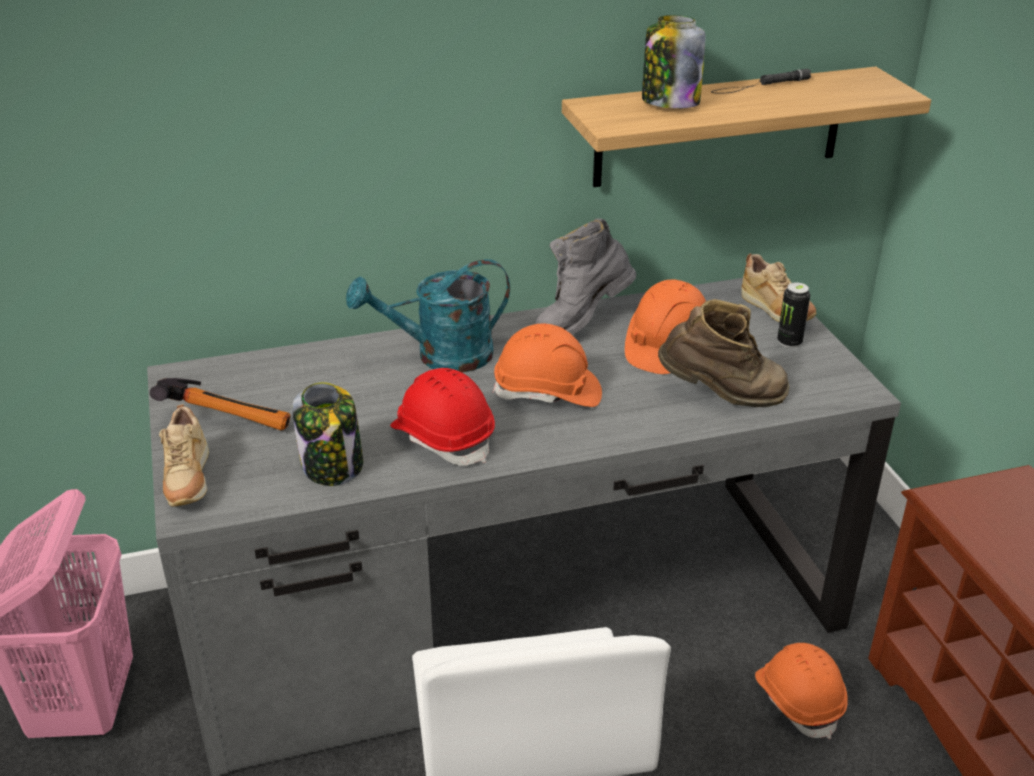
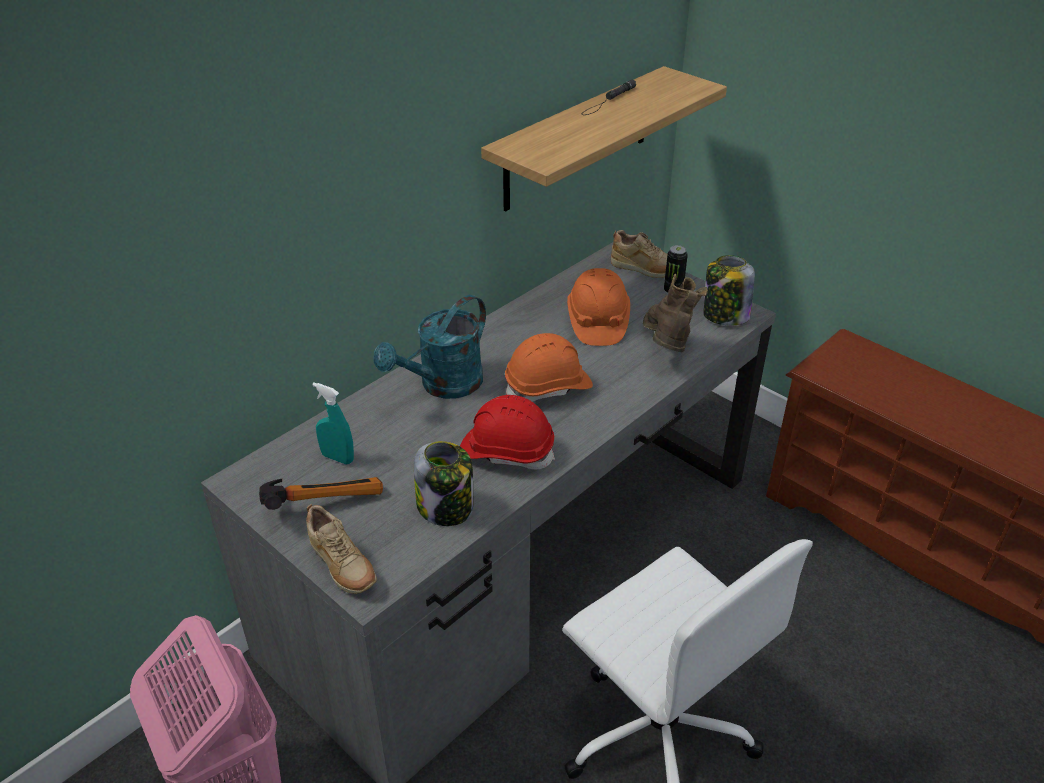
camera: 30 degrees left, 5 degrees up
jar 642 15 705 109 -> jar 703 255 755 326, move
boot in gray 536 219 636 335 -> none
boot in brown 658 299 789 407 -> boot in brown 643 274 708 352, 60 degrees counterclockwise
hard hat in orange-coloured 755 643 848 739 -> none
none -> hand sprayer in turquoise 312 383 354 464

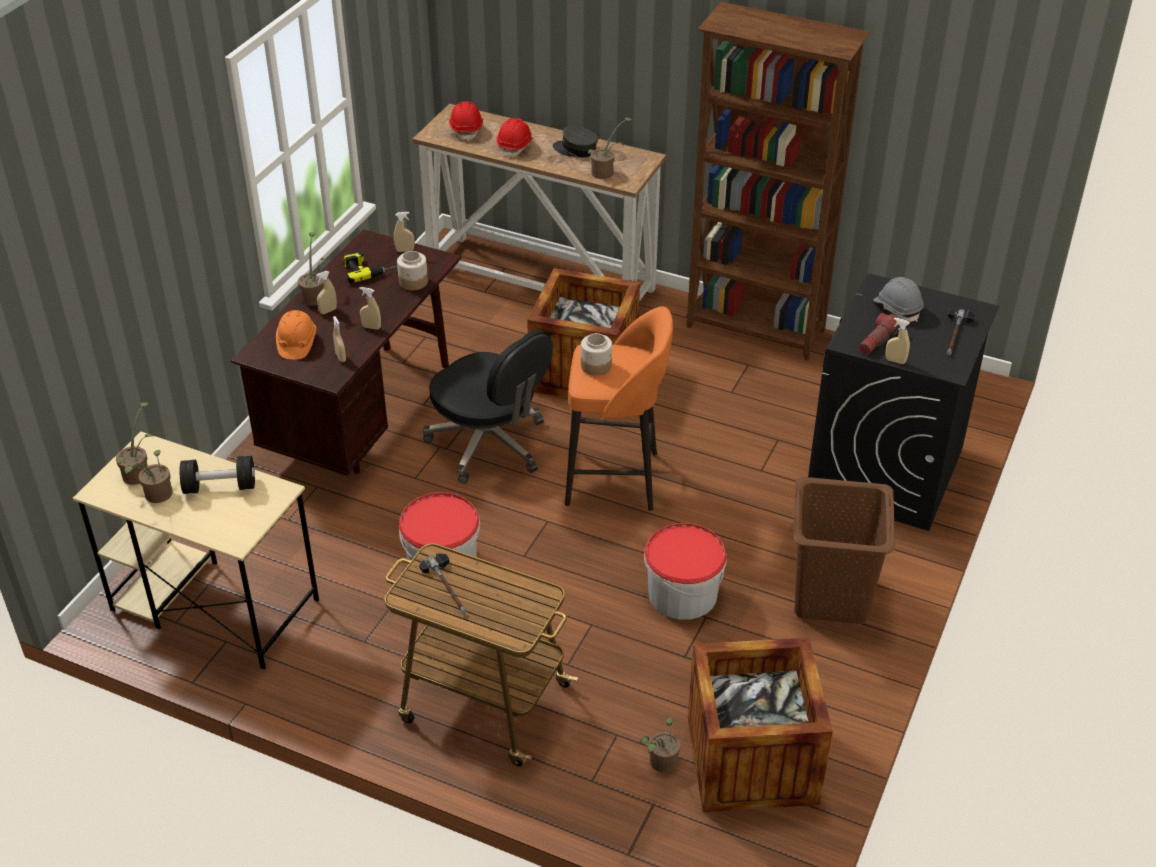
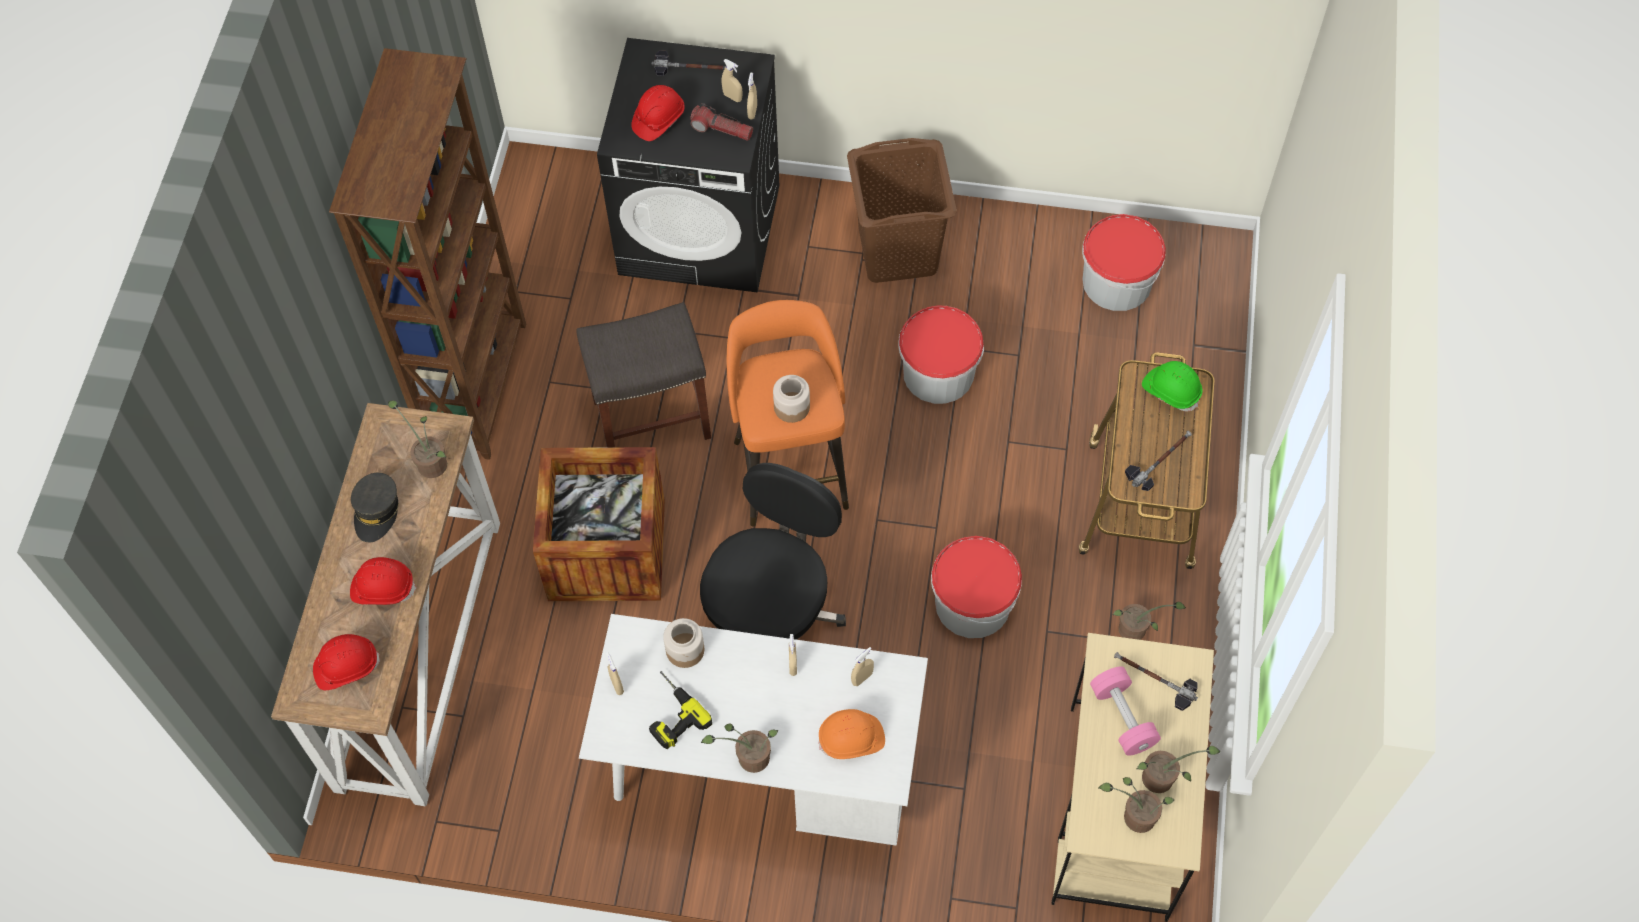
camera: 105 degrees left, 20 degrees up
desk table in brown 231 229 462 476 -> desk table in white-coloured 579 614 928 846
hand sprayer in beige-coloured 316 271 337 314 -> hand sprayer in beige-coloured 722 59 742 102, move
hard hat in gray 873 277 923 322 -> hard hat in red 631 85 685 141
hand weight in black 180 456 255 494 -> hand weight in pinkish 1090 666 1161 756
shipping crate 688 638 833 812 -> water bucket 1082 214 1166 311
plant in a pot 640 718 680 772 -> plant in a pot 1113 602 1186 640, move
none -> sitting stool in gray 576 302 711 447
none -> hard hat in green-coloured 1142 361 1202 411
none -> hammer 1114 652 1198 711

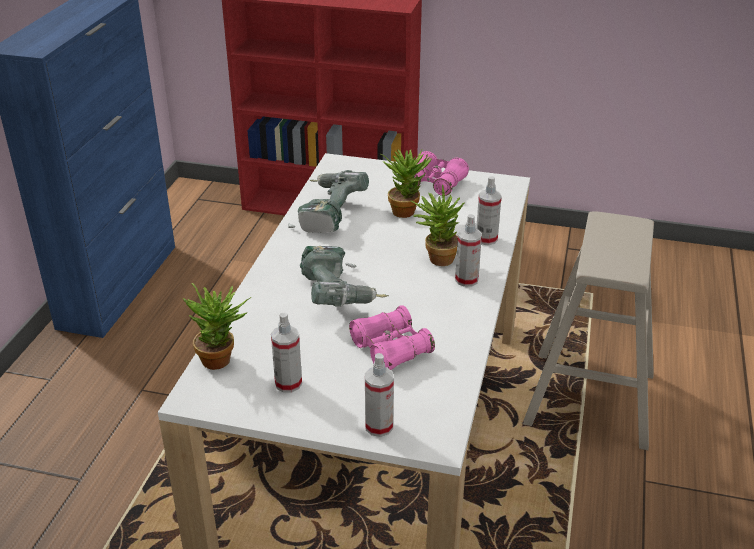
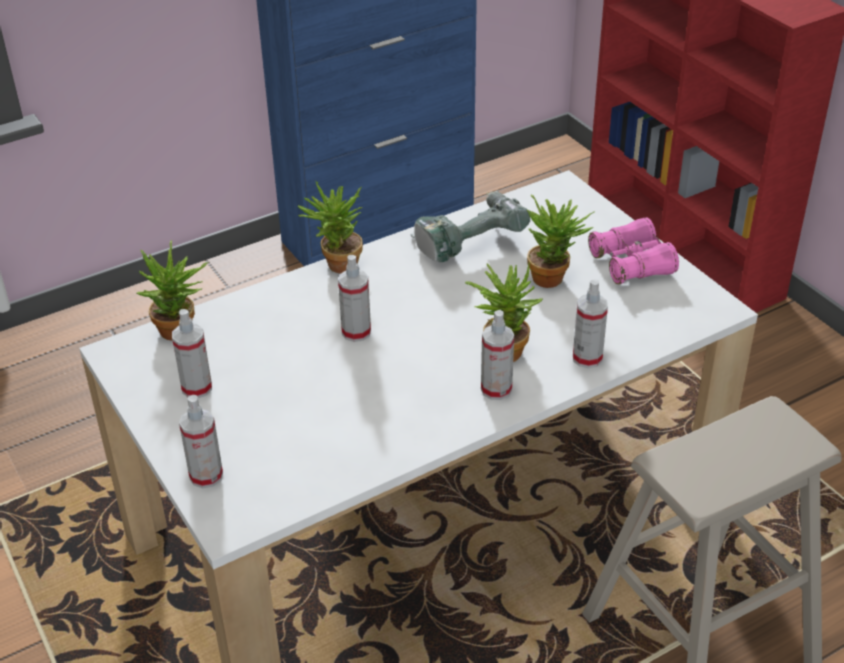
camera: 45 degrees right, 5 degrees up
electric drill 300 246 389 307 -> hand sprayer 338 255 371 342
binoculars in pinkish 349 305 435 370 -> none
none -> plant in a pot 297 181 363 273

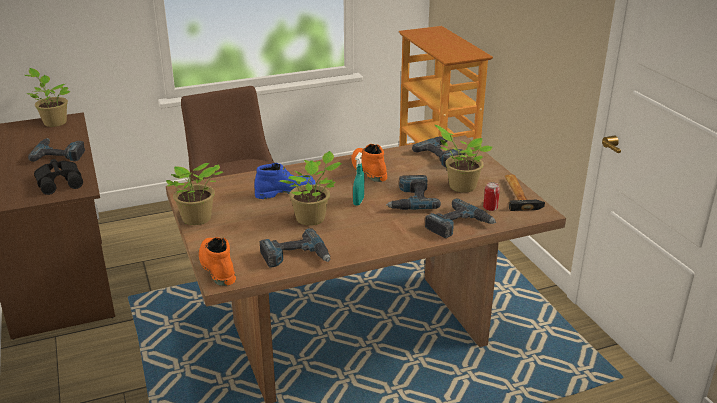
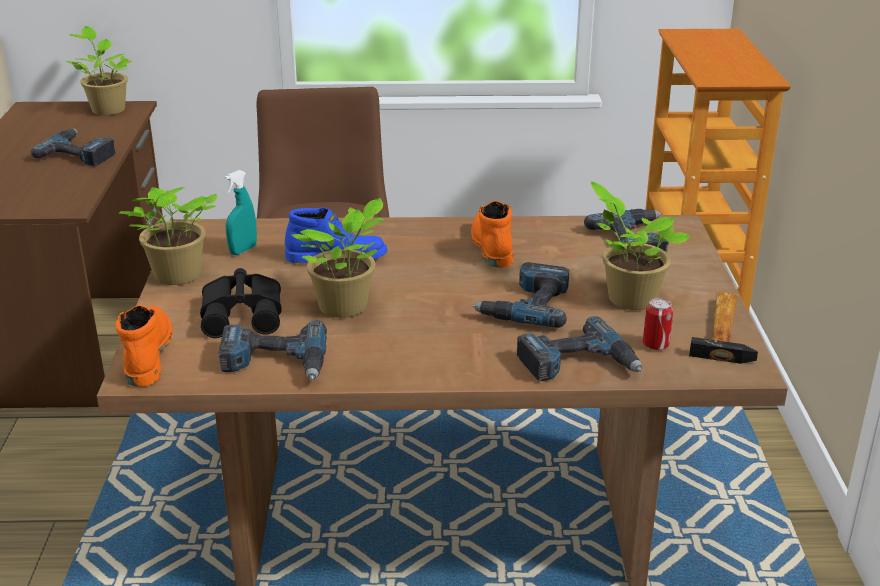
camera: 20 degrees right, 0 degrees up
hand sprayer in turquoise 353 152 364 206 -> hand sprayer in turquoise 224 170 257 255, move
binoculars in black 34 159 83 195 -> binoculars in black 200 268 281 338, move

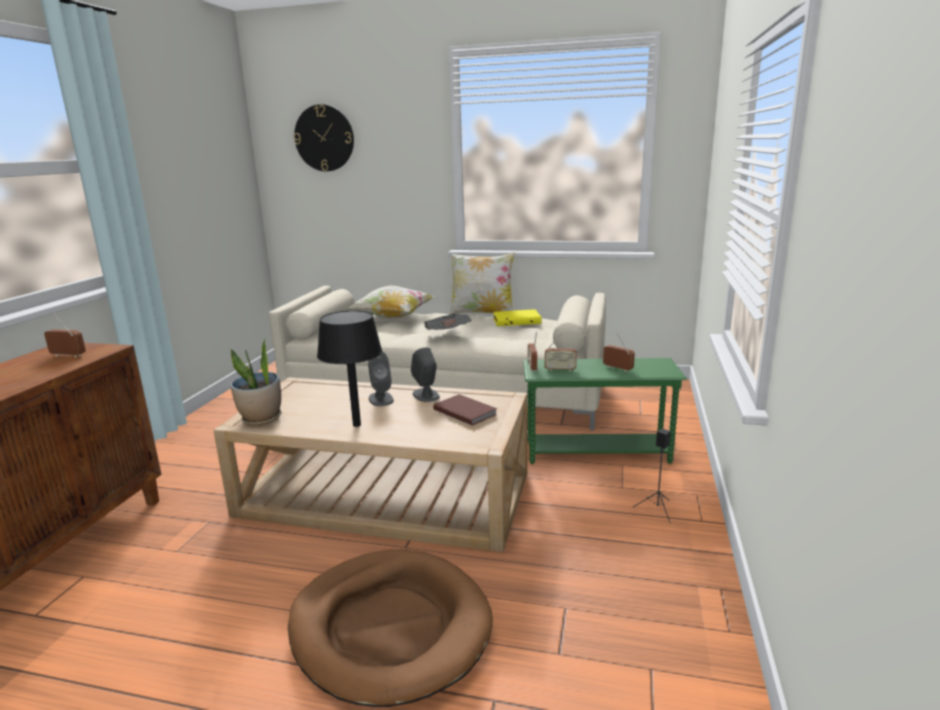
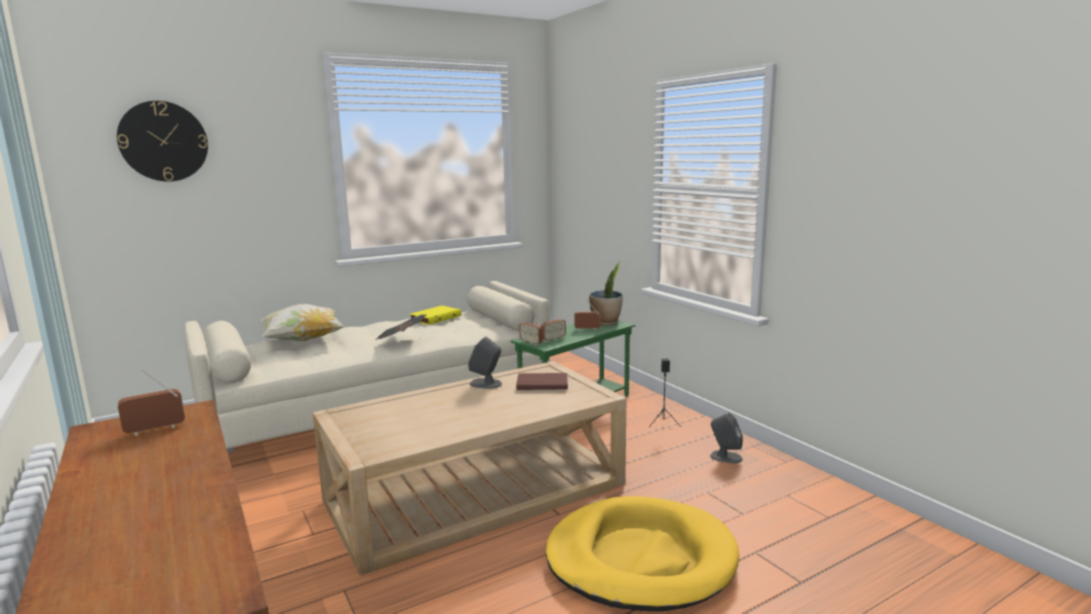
camera: 45 degrees left, 5 degrees down
throw pillow 449 252 515 315 -> none
tabletop lamp in black 317 310 382 427 -> none
plant in a pot 230 339 281 426 -> plant in a pot 589 262 623 326, move
loudspeaker in gray 368 351 394 406 -> loudspeaker in gray 710 413 743 463, move
dog cushion in brown 288 549 493 707 -> dog cushion in yellow 546 496 739 612

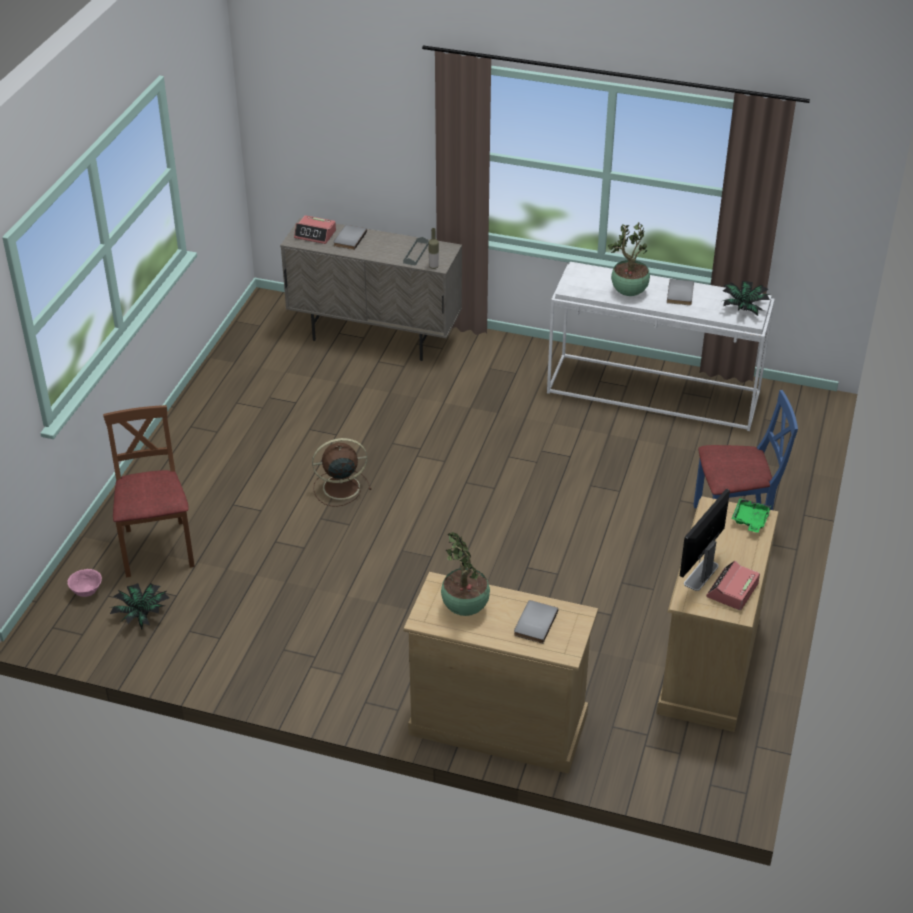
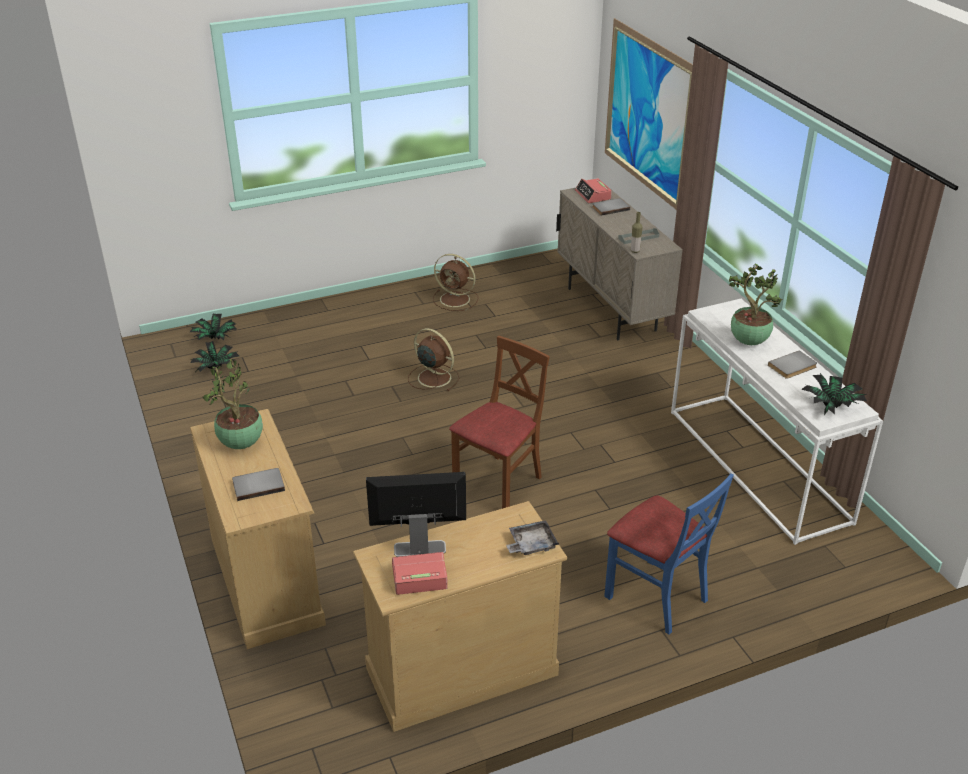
camera: 50 degrees right, 5 degrees down
upright chair in brown 103 405 195 577 -> upright chair in brown 449 336 550 509, move
tray in green-coloured 732 498 771 533 -> tray in gray 506 520 559 555
deep dish in pinkish 68 569 102 597 -> plant in a pot 190 314 237 340
none -> wall picture 605 18 693 210
none -> cooling fan in brown 433 254 478 311

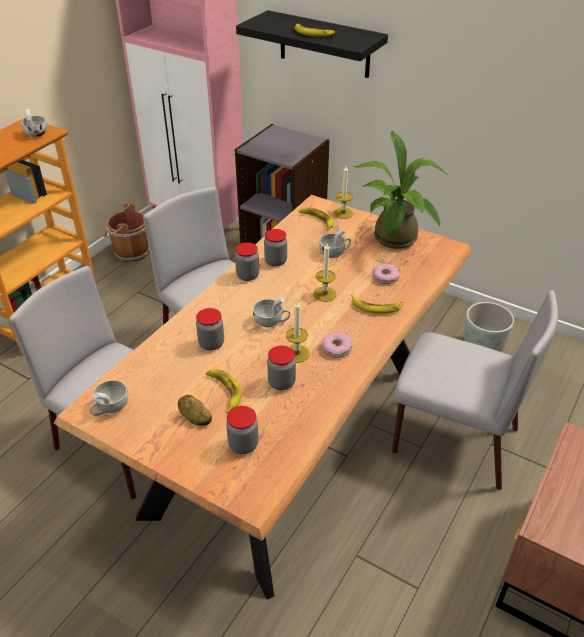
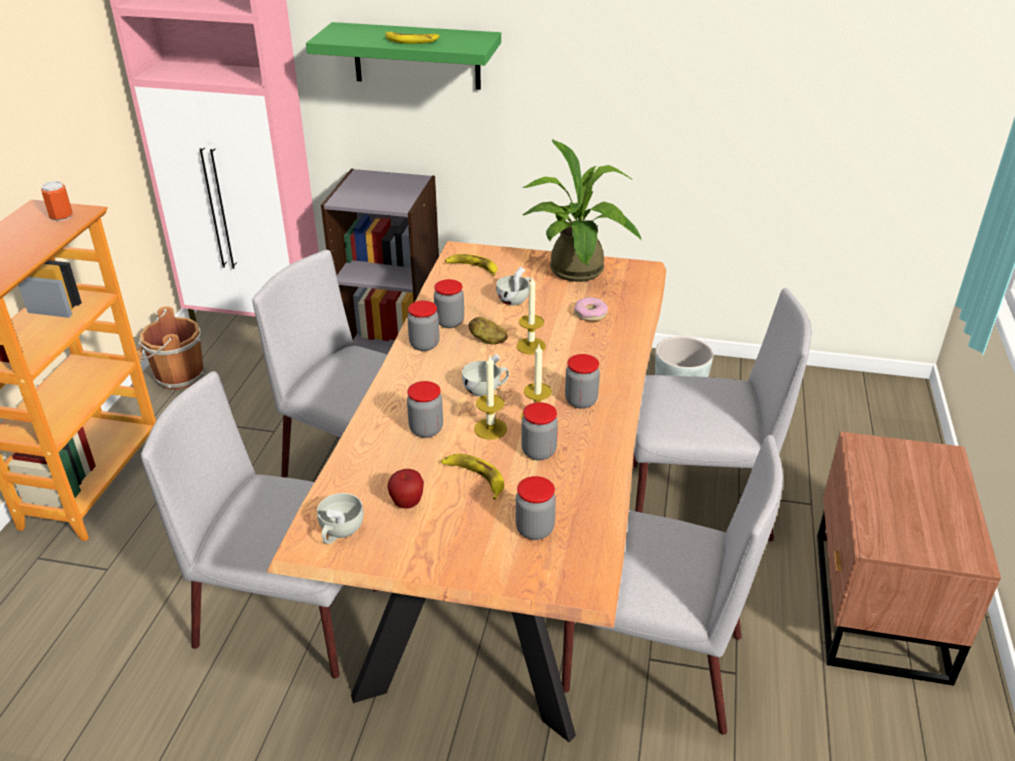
camera: 20 degrees left, 5 degrees down
shelf in black 236 10 388 78 -> shelf in green-coloured 306 22 501 90
small cup in white-coloured 21 108 47 137 -> metal can 41 181 72 221
candle 333 166 353 219 -> candle 474 356 507 440, move
banana 351 295 404 313 -> none
donut 322 332 352 358 -> jar 565 354 600 409
spud 178 395 212 426 -> spud 469 317 508 344, move
none -> upright chair in gray 562 435 783 735
none -> apple fruit 388 469 424 509

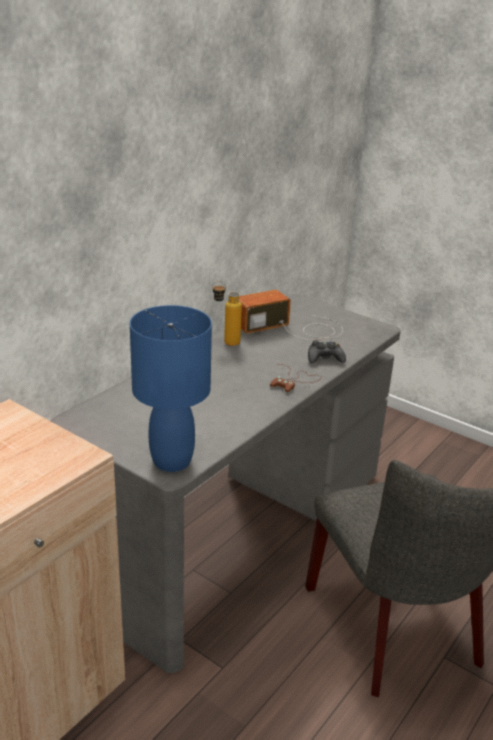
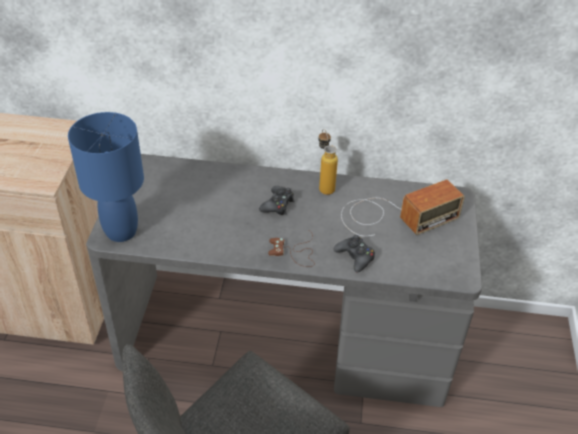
camera: 60 degrees right, 15 degrees up
radio 239 290 343 340 -> radio 341 180 465 237, 120 degrees clockwise
none -> game controller in black 259 186 294 215

